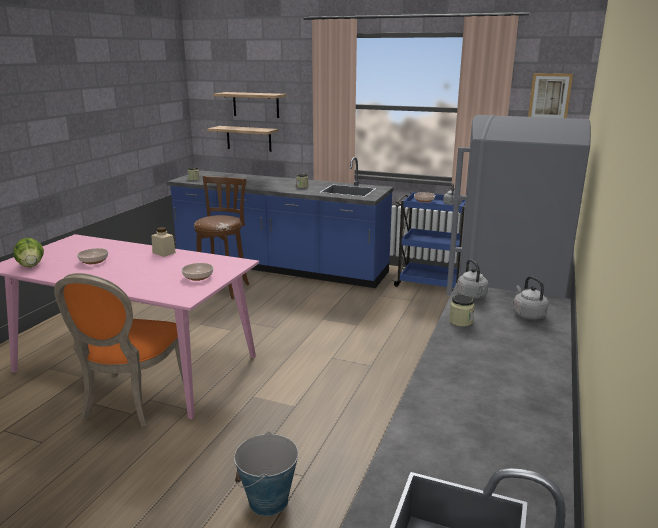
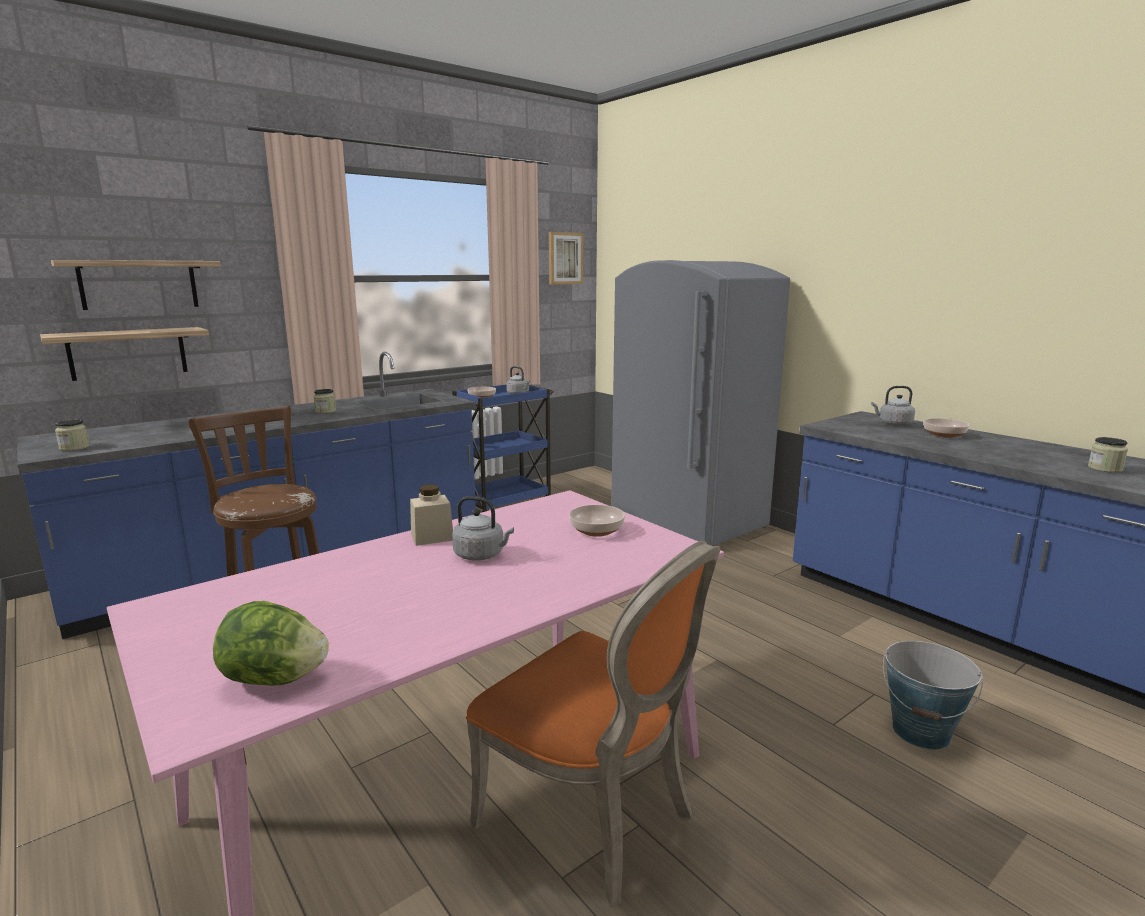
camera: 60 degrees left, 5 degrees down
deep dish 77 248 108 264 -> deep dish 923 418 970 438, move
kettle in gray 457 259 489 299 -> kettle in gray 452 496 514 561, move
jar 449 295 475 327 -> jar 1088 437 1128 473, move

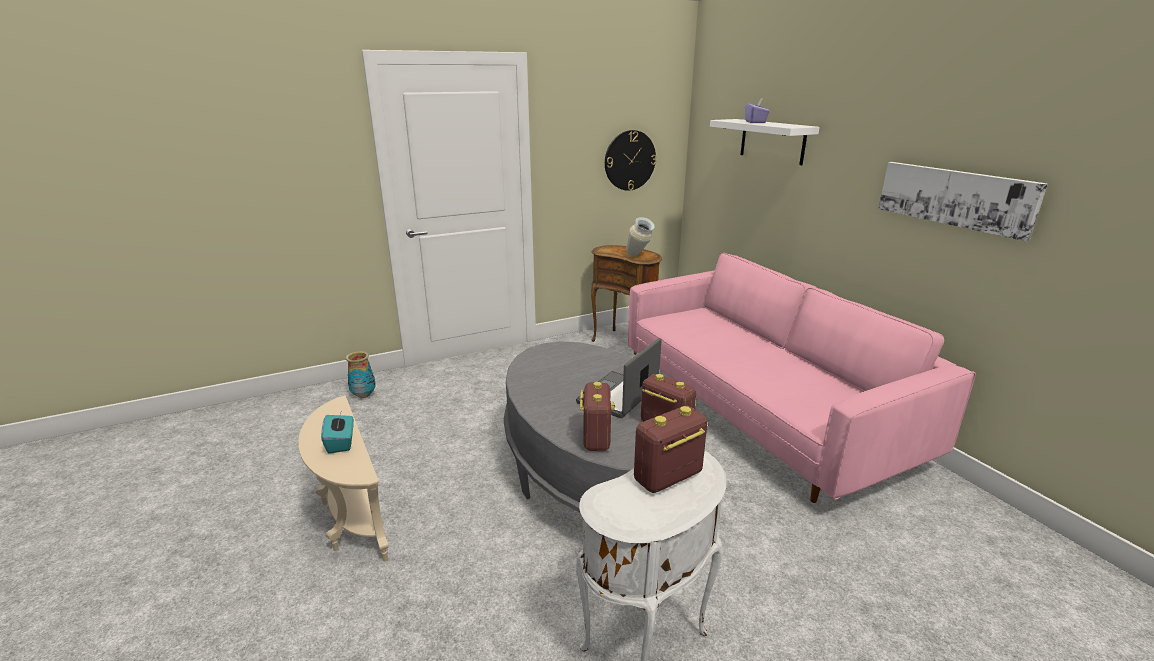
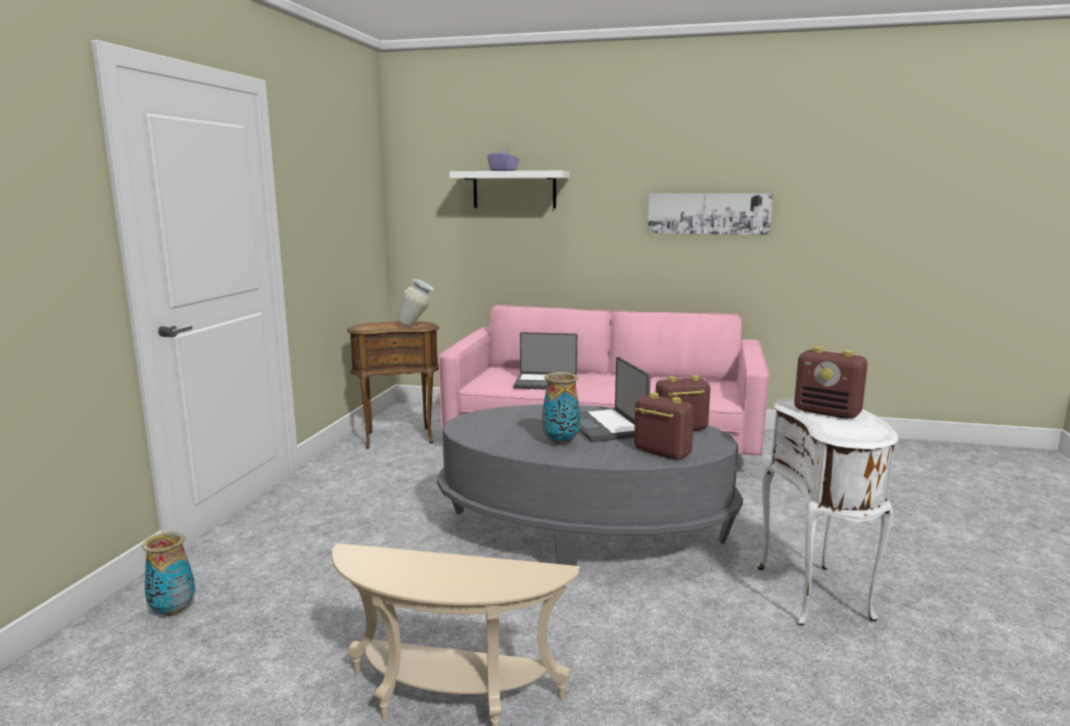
camera: 50 degrees left, 10 degrees down
wall clock 605 130 656 191 -> none
radio 634 406 707 493 -> radio 794 347 868 419, 60 degrees counterclockwise
tissue box in turquoise 321 410 354 454 -> none
none -> portable computer 513 332 577 390
none -> decorative vase 542 372 581 445

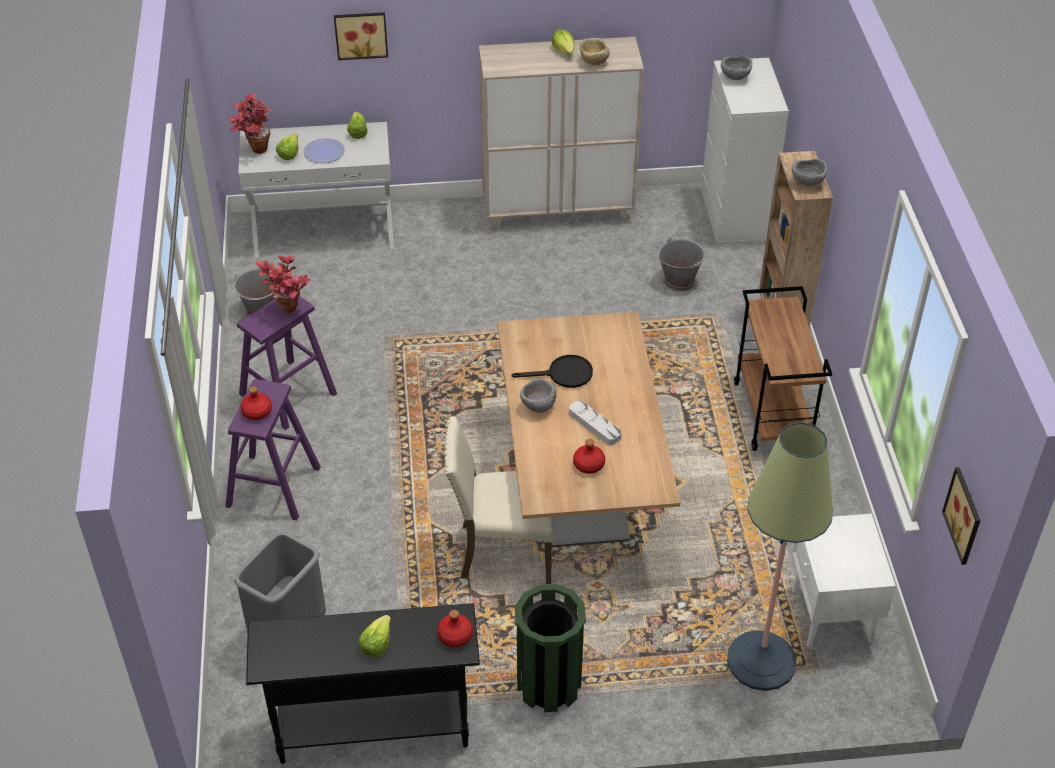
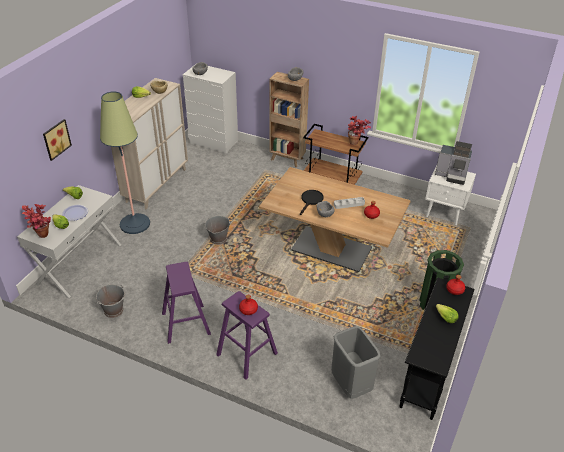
camera: 60 degrees left, 5 degrees down
water bucket in gray 658 237 706 292 -> water bucket in gray 205 216 230 245, move
plant in a pot 256 255 311 313 -> plant in a pot 348 116 371 145, move
upright chair in beige-coloured 445 416 554 584 -> none
floor lamp 727 422 833 691 -> floor lamp 100 92 150 234, move
wall picture 942 467 981 565 -> none
none -> coffee maker 435 141 472 185

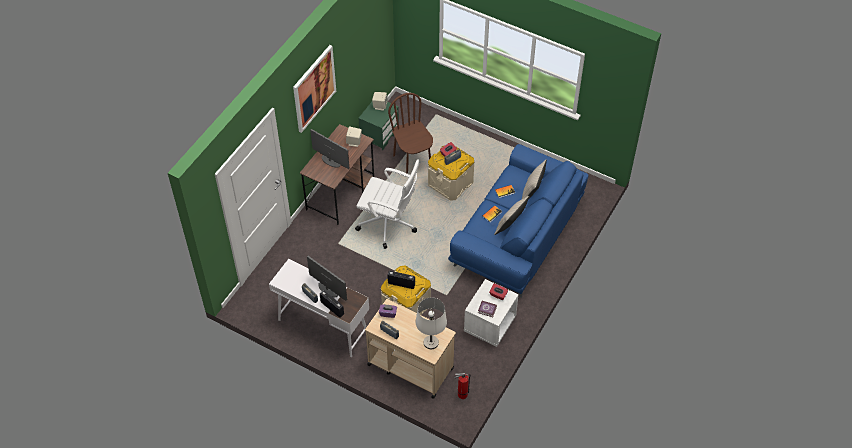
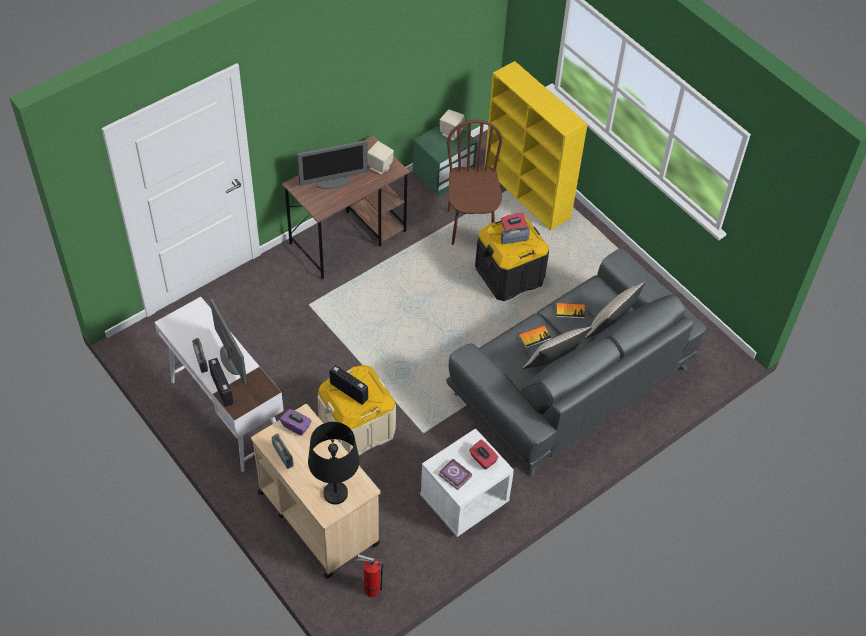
camera: 20 degrees right, 0 degrees up
wall picture 293 45 336 133 -> none
computer display 310 129 349 169 -> computer display 297 140 368 189, 105 degrees clockwise
couch in bluish 448 144 589 298 -> couch in gray 446 249 707 477
storage container in beige-coloured 428 145 475 201 -> storage container in black 475 216 549 301
office chair in white-coloured 355 159 420 249 -> none
tabletop lamp in white-coloured 415 297 447 349 -> tabletop lamp in black 308 422 360 504
none -> bookshelf in yellow 485 61 588 230

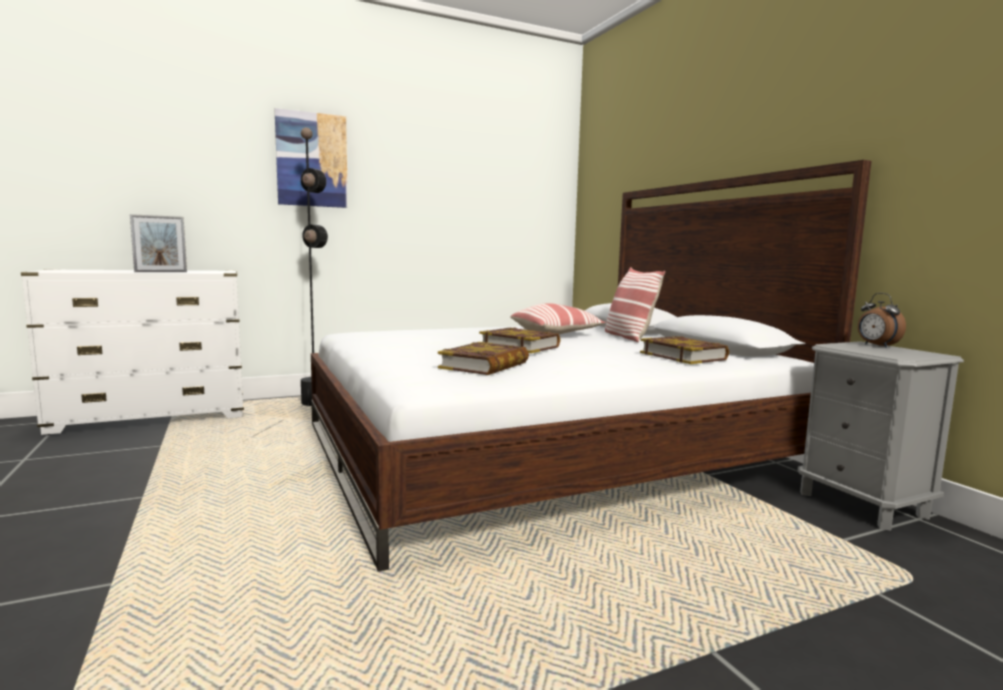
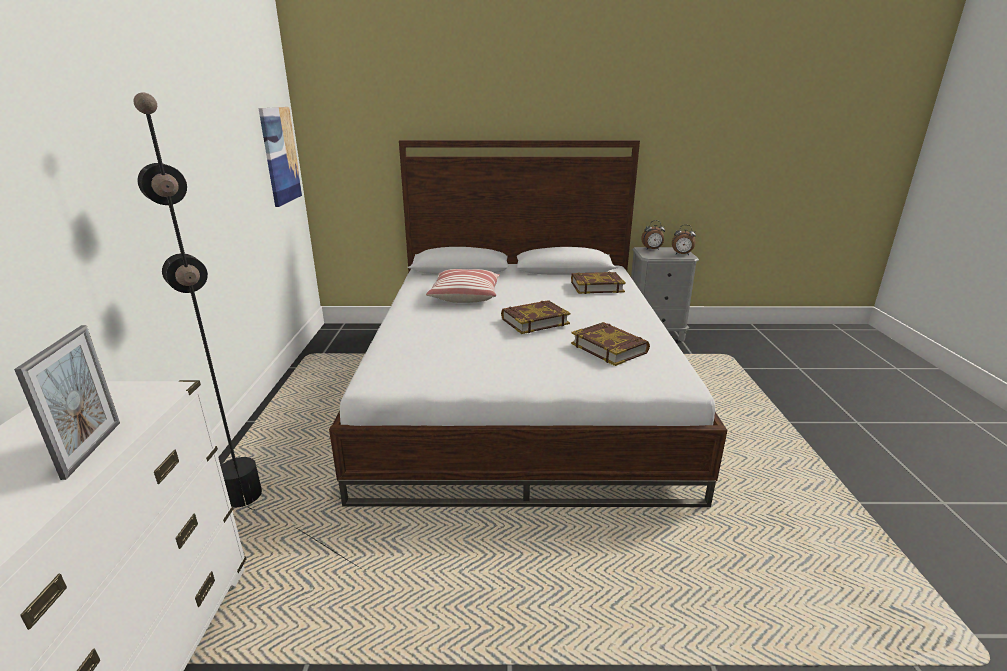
camera: 65 degrees left, 15 degrees up
wall picture 275 108 348 208 -> wall picture 258 107 302 207, move
throw pillow 605 267 665 342 -> none
none -> alarm clock 672 225 696 255

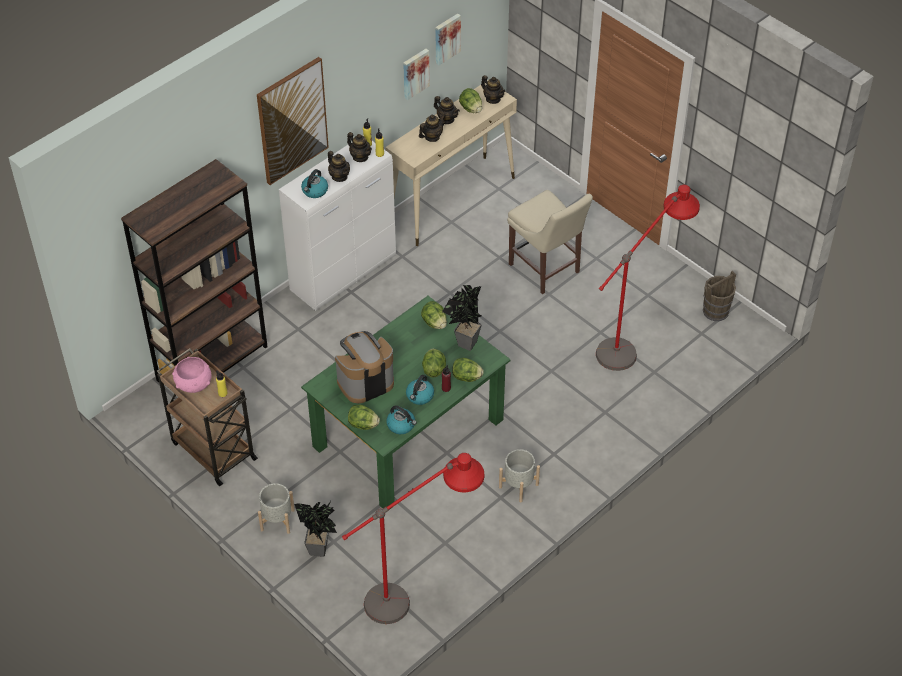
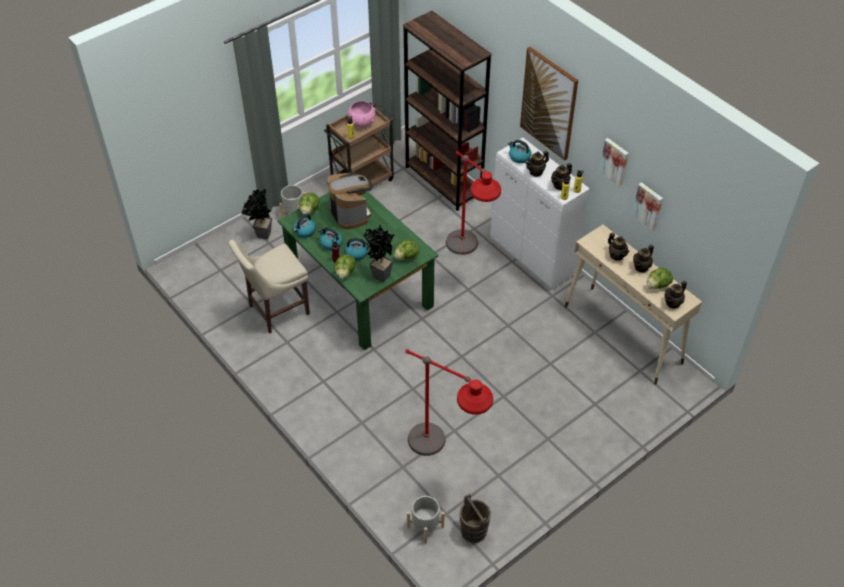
camera: 95 degrees right, 0 degrees up
wall picture 435 14 461 65 -> wall picture 599 138 629 187, move
upright chair in beige-coloured 507 190 593 294 -> upright chair in beige-coloured 228 240 310 334, move
head of lettuce 422 349 446 377 -> kettle 345 238 370 260
flower pot in gray 499 449 540 503 -> flower pot in gray 407 496 445 544, move
floor lamp in red 342 453 484 624 -> floor lamp in red 446 151 501 255, move

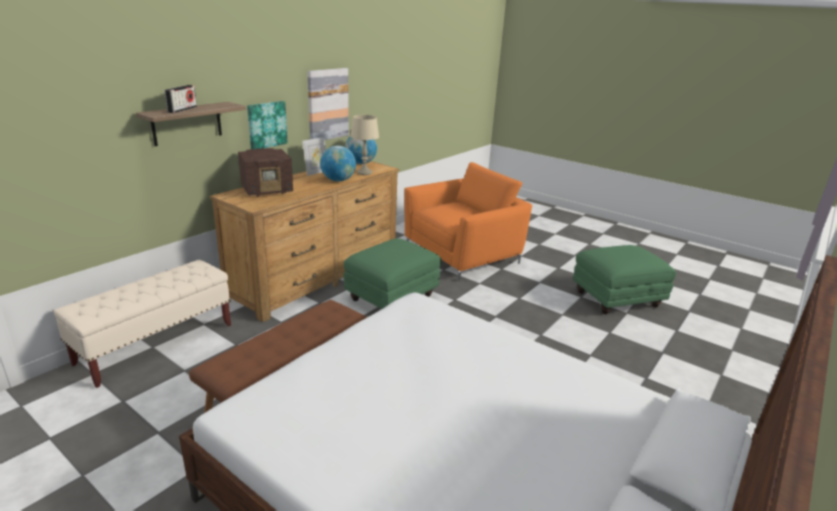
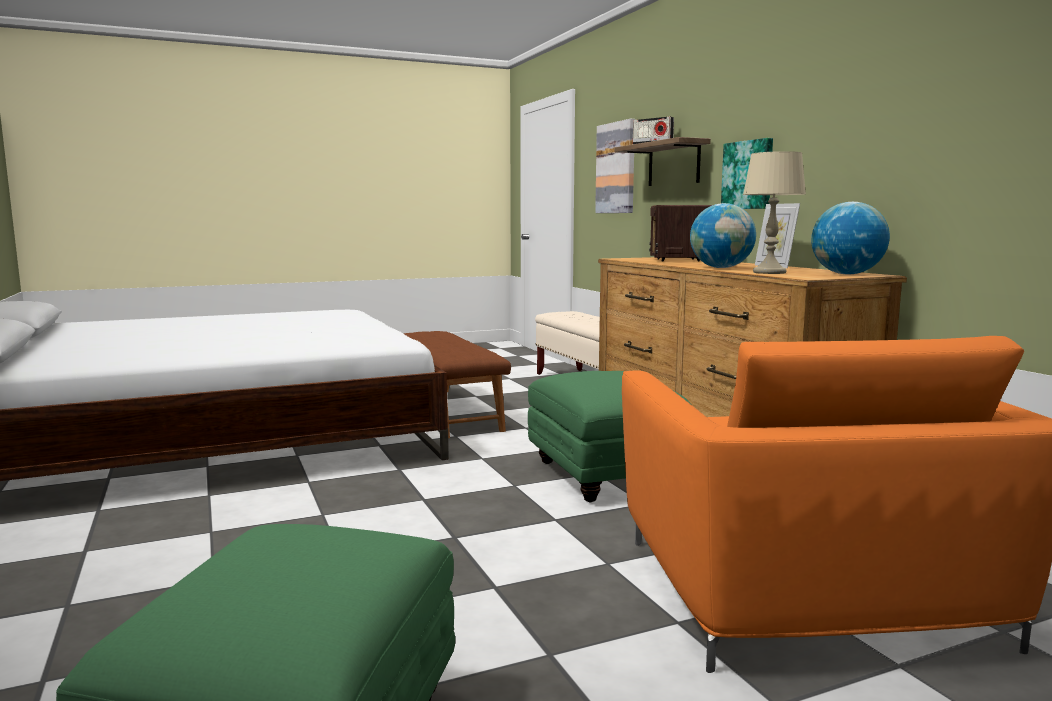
camera: 120 degrees right, 15 degrees down
wall picture 307 68 349 140 -> wall picture 595 119 635 213, move

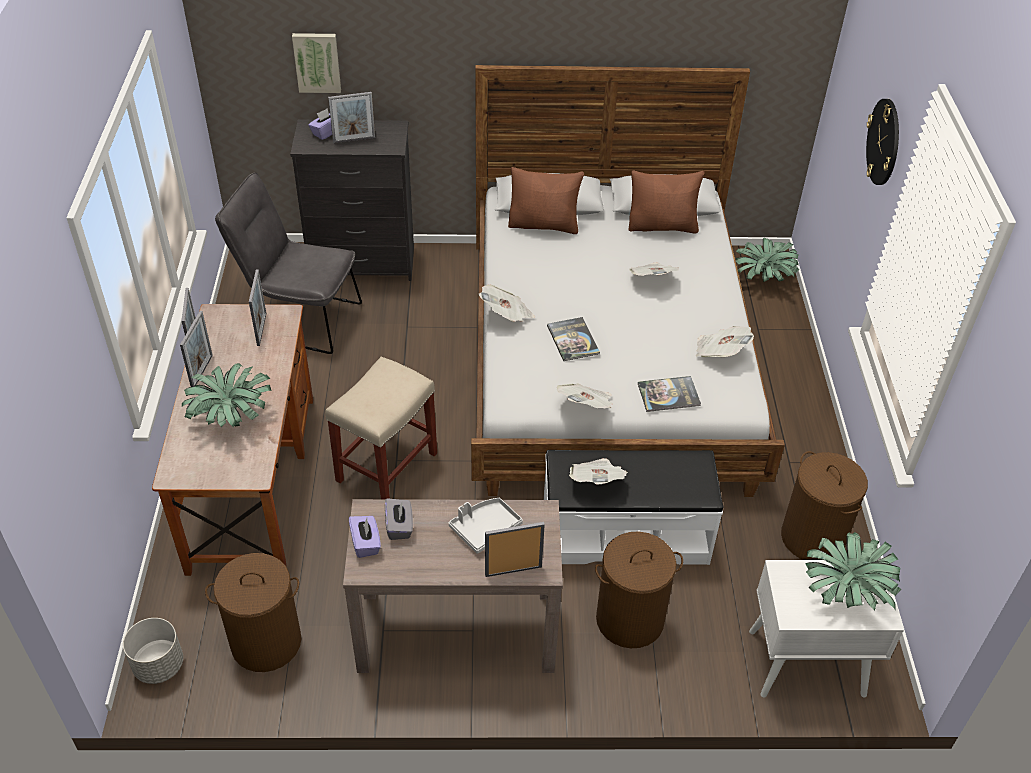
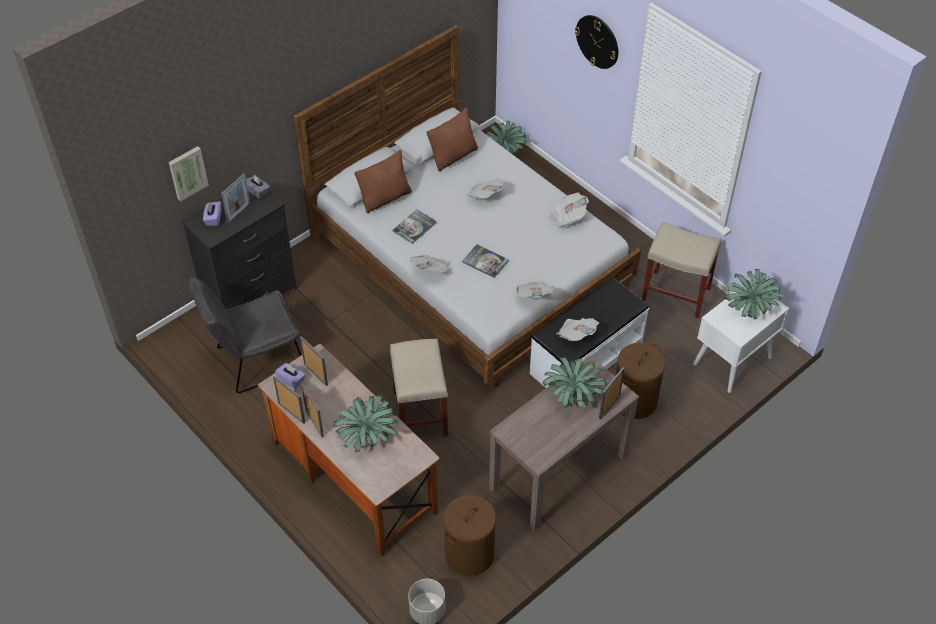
camera: 40 degrees left, 5 degrees up
volume 638 376 701 412 -> volume 392 210 437 244, move
washing basket in brown 781 451 868 560 -> sitting stool in beige-coloured 642 222 721 318
tissue box in gray 385 498 413 540 -> tissue box in gray 246 174 270 199, move
tray in gray 449 498 523 554 -> plant in a pot 542 357 607 408
tissue box in purple 349 516 381 558 -> tissue box in purple 275 363 306 389, move

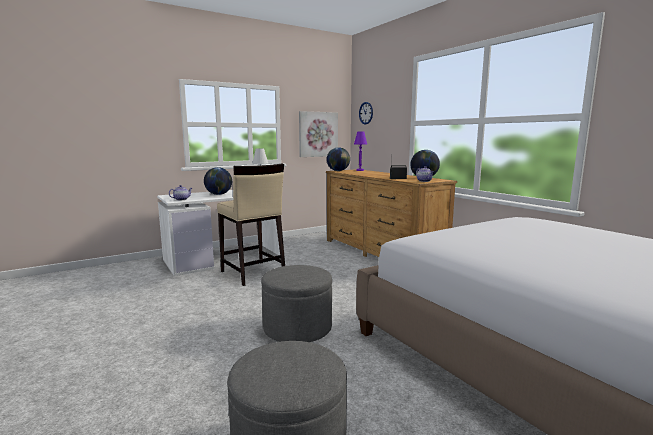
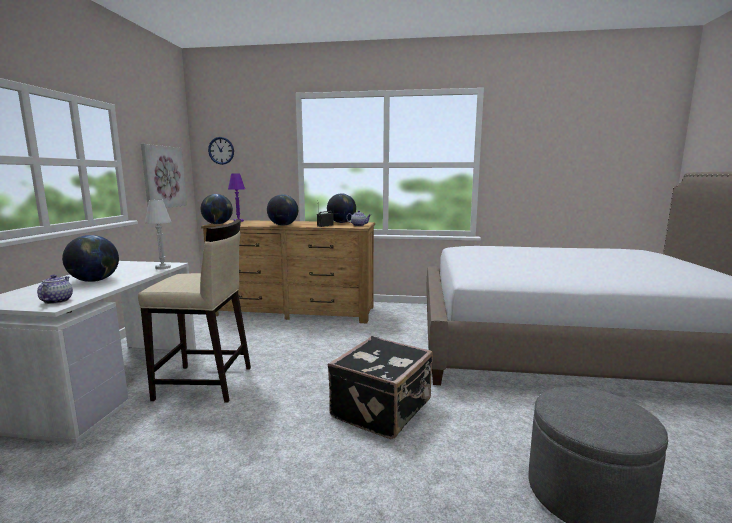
camera: 50 degrees left, 0 degrees up
ottoman in gray 261 265 332 342 -> suitcase in black 328 336 433 439
none -> desk globe 267 195 298 226

